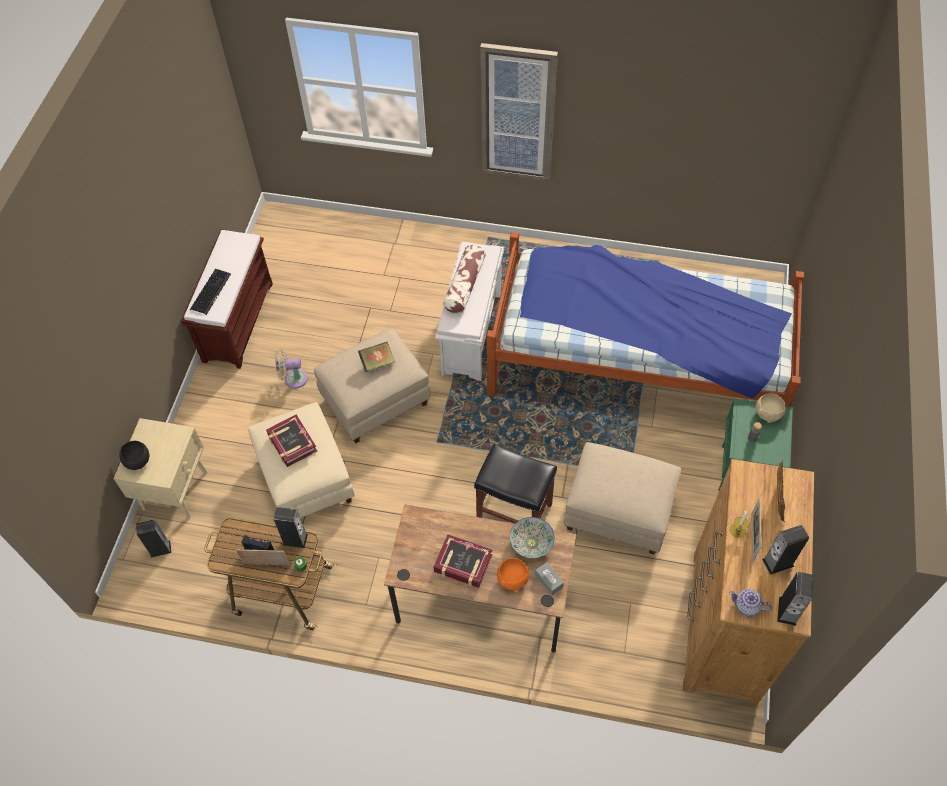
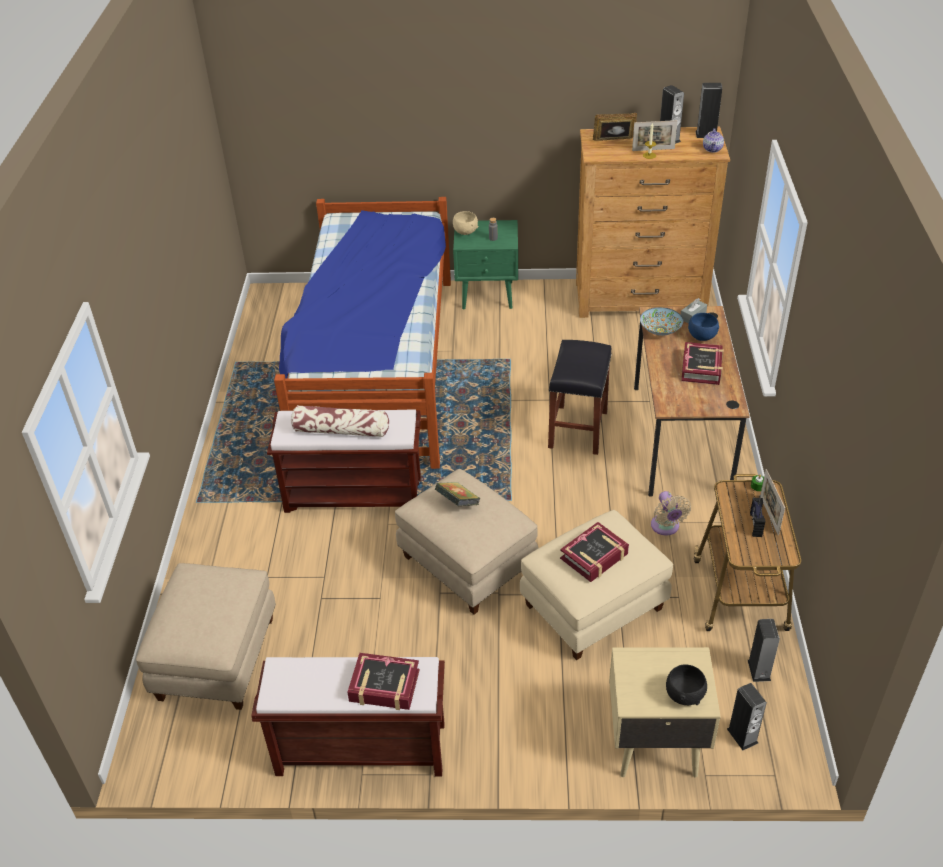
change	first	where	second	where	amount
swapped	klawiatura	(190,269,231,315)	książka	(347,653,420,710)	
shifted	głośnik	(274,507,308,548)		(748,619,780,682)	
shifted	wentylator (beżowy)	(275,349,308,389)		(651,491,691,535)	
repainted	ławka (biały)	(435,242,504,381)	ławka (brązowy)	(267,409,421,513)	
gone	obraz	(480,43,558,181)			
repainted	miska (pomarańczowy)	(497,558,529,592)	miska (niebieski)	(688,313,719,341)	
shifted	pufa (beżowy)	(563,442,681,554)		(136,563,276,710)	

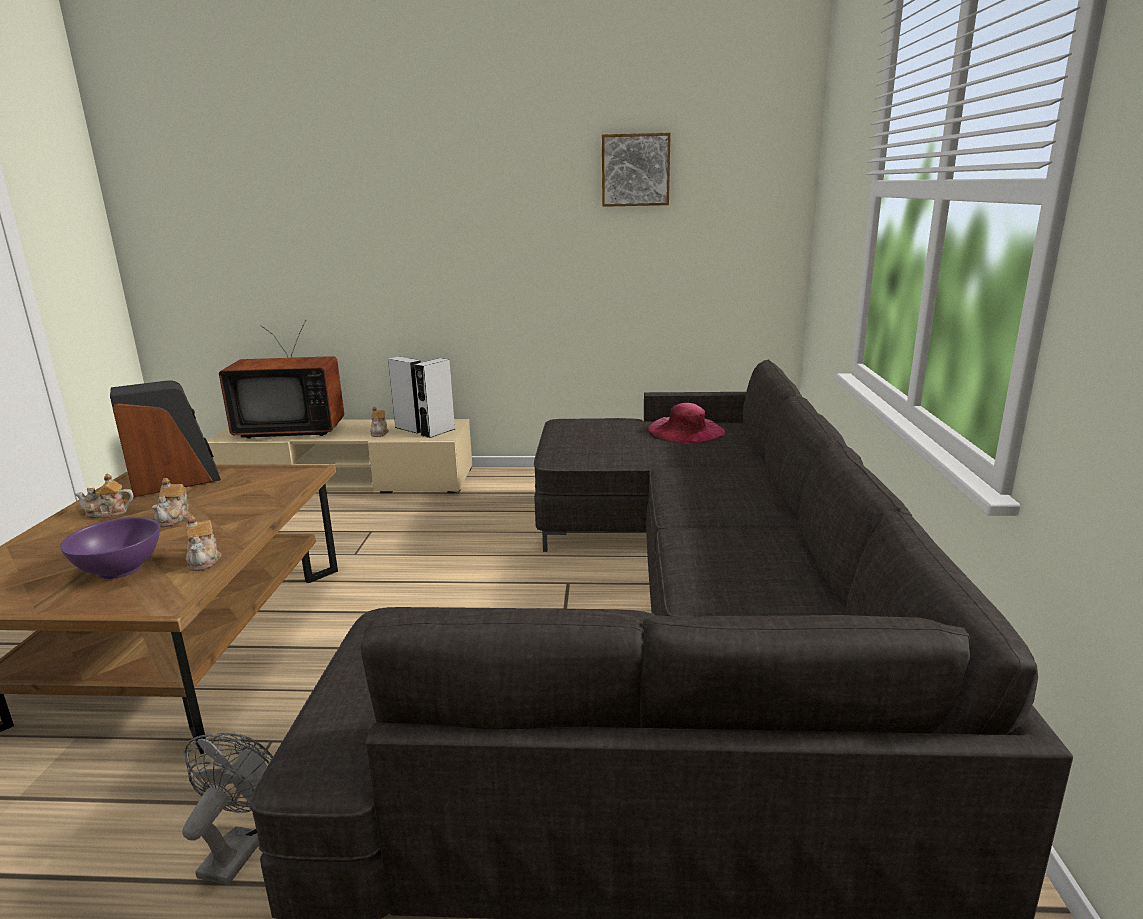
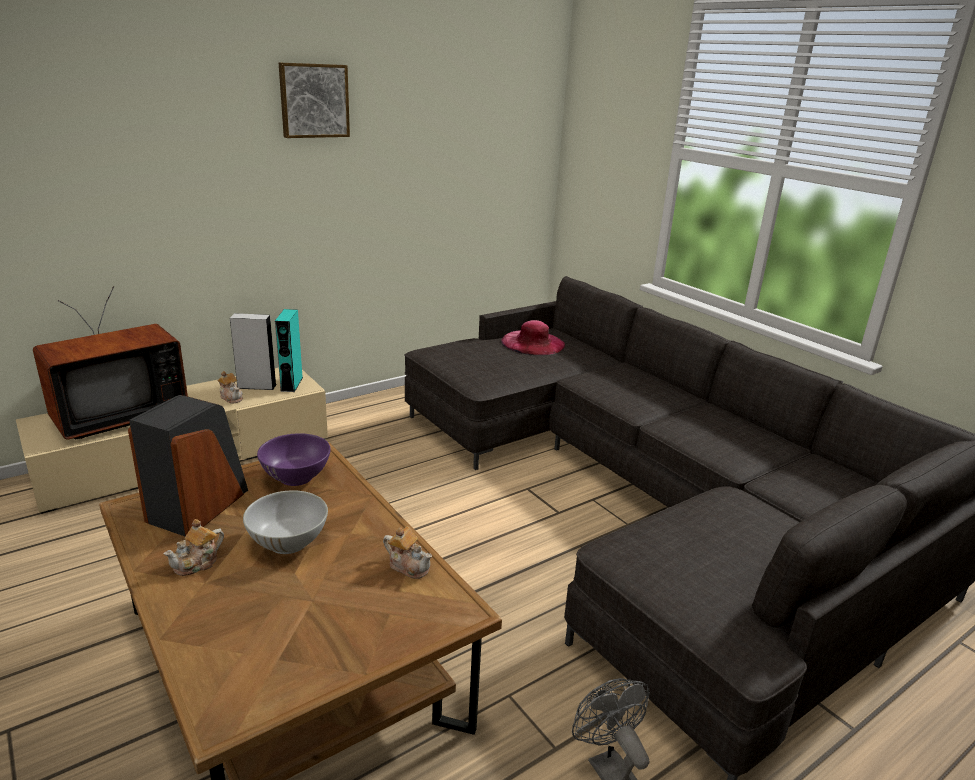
change	first	where	second	where	amount
shifted	miska (fioletowy)	(60,517,160,579)		(257,433,331,486)	
swapped	imbryk	(152,478,191,527)	miska (biały)	(243,490,328,554)	
repainted	głośnik (szary)	(414,358,455,438)	głośnik (turkusowy)	(275,309,303,392)	
shifted	obraz	(602,133,671,207)		(279,62,350,138)	

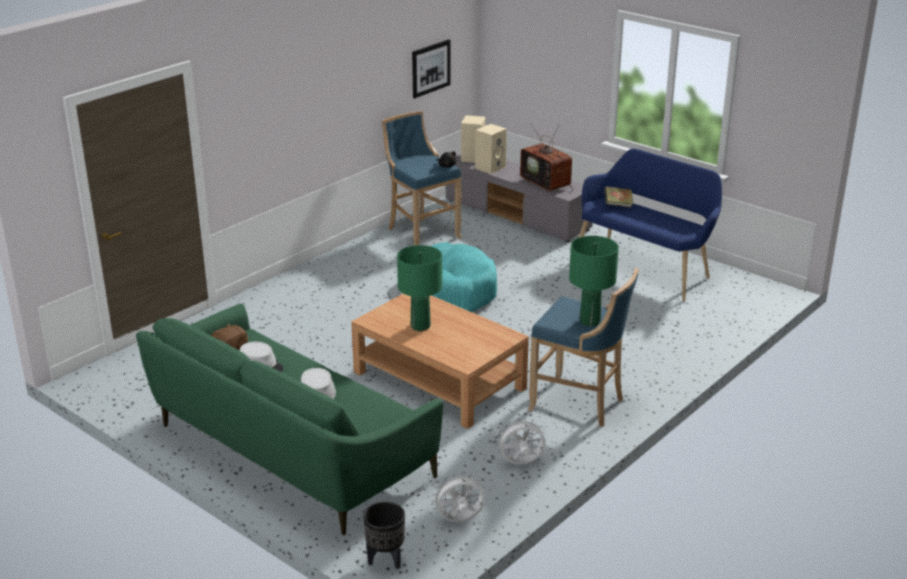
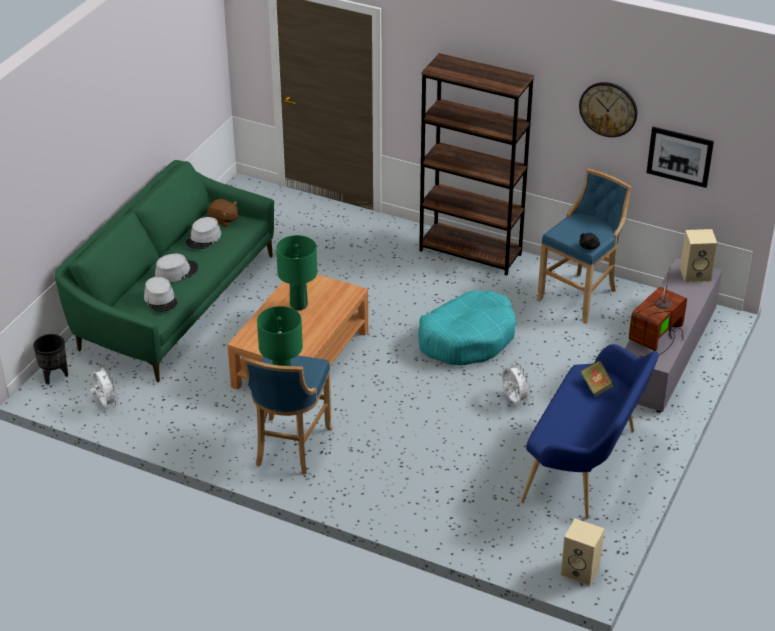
change	first	where	second	where	amount
shifted	głośnik (beżowy)	(475,124,507,174)		(560,519,605,586)	
shifted	wentylator (biały)	(495,418,546,465)		(502,362,531,404)	
new			kapelusz (szary)	(144,277,178,312)	
new			regał (brązowy)	(419,53,534,276)	
new			zegar ścienny	(579,82,637,137)	

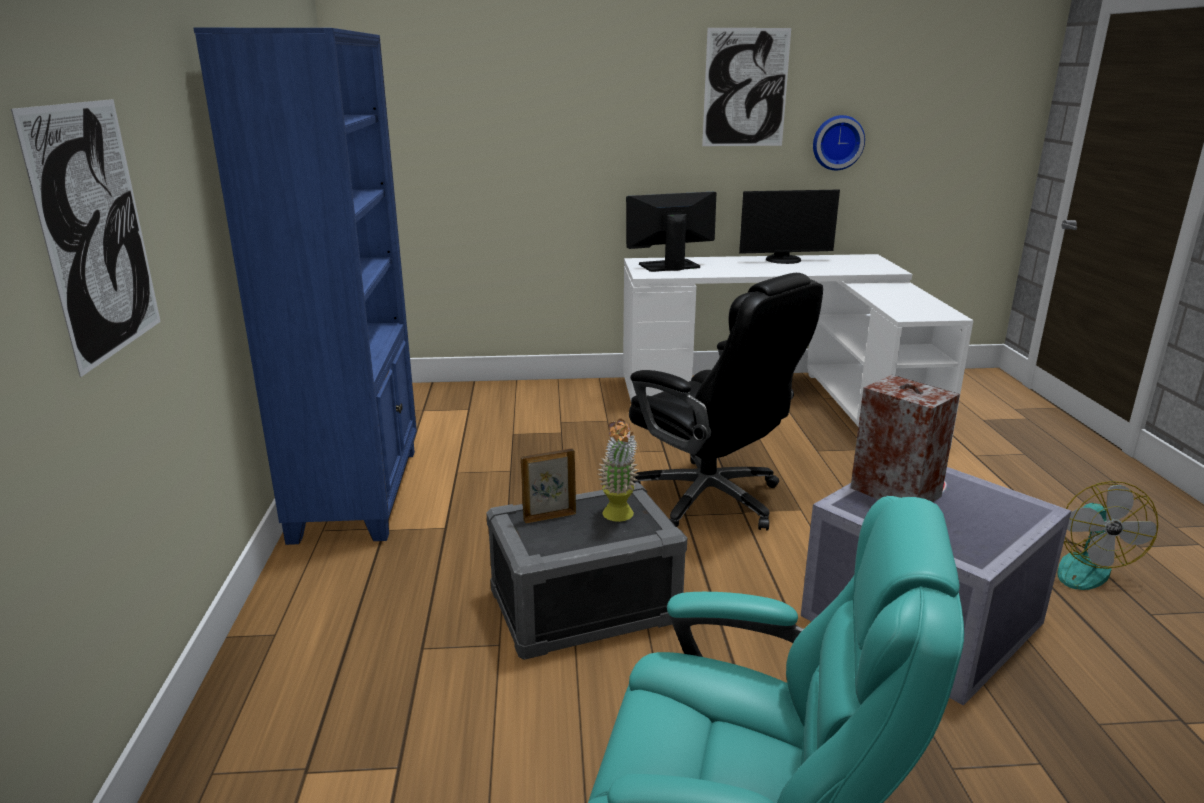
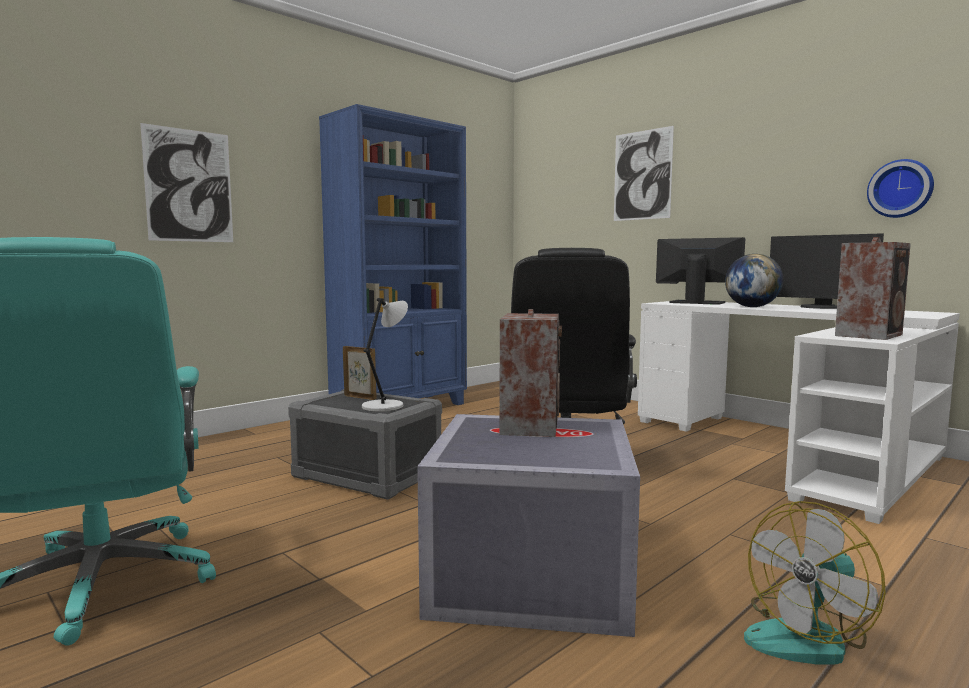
change	first	where	second	where	amount
swapped	roślina doniczkowa	(598,418,638,522)	lampa stołowa (szary)	(362,298,408,412)	
shifted	obraz	(702,28,791,146)		(614,126,674,221)	
new			globus	(725,254,783,307)	
new			głośnik	(835,237,911,340)	

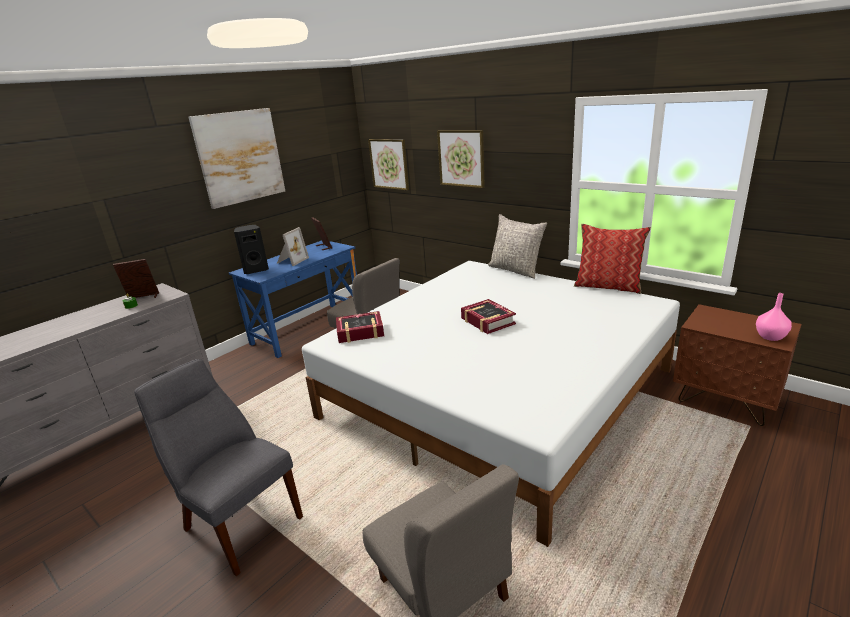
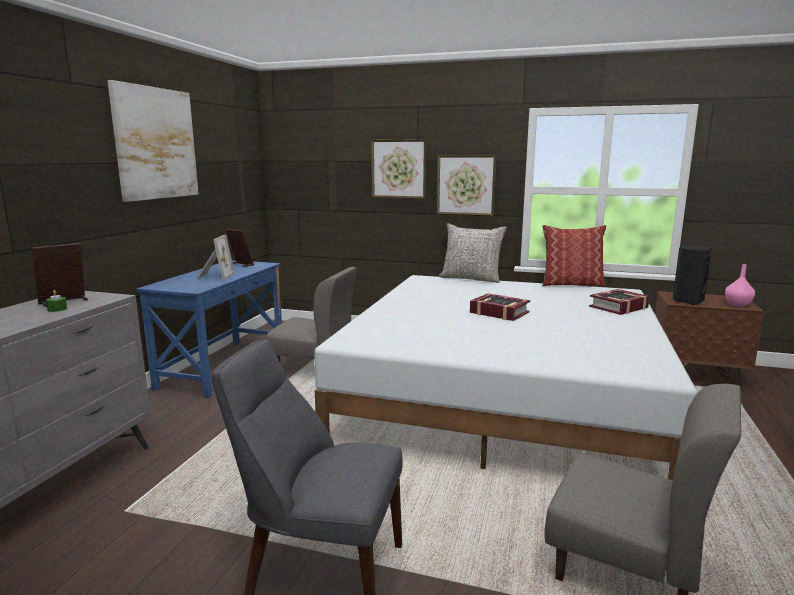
change	first	where	second	where	amount
shifted	głośnik (czarny)	(234,225,269,274)		(673,245,712,305)	
shifted	książka	(336,311,384,343)		(589,289,650,315)	
shifted	obraz	(368,139,409,190)		(437,155,497,216)	

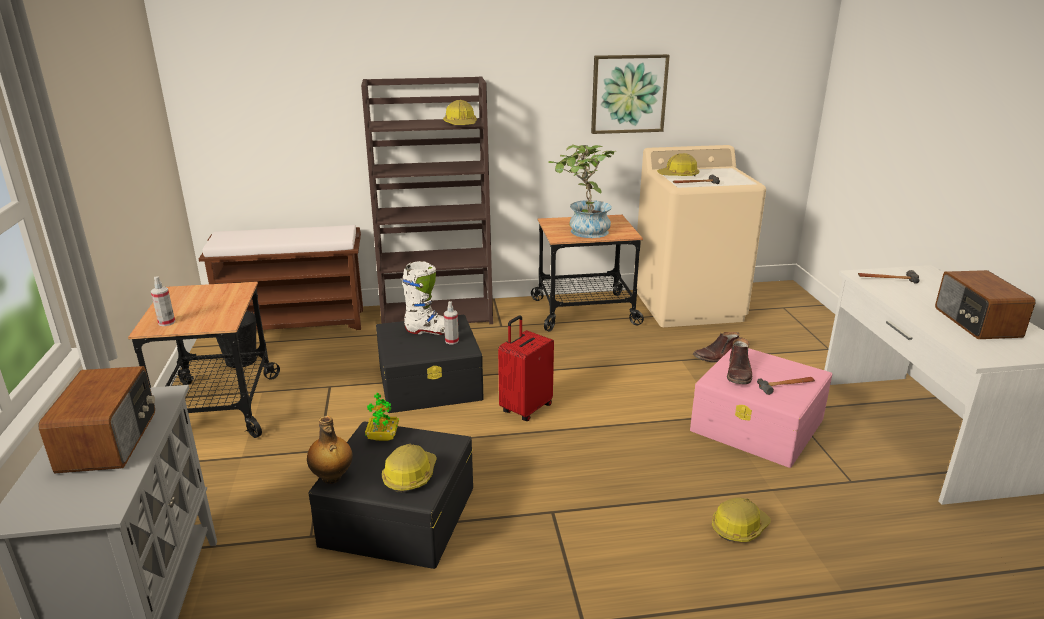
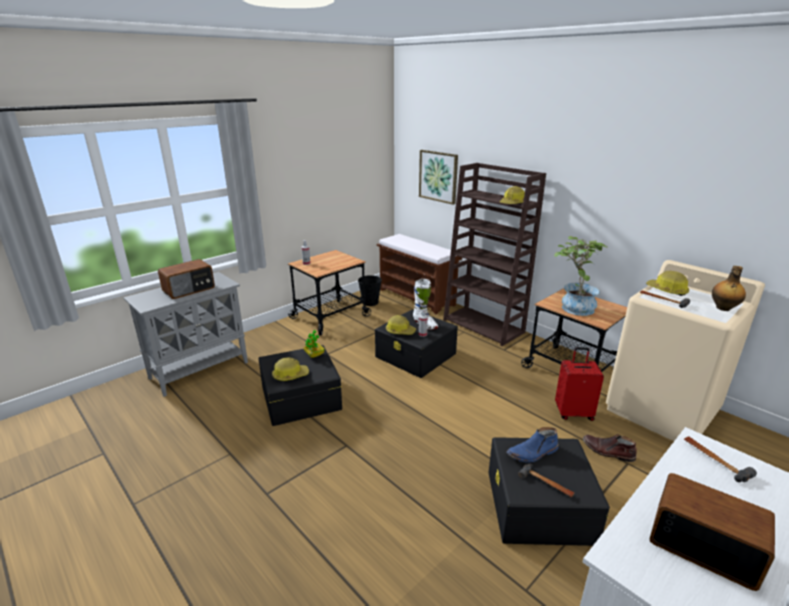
change	first	where	second	where	amount
shifted	butelka	(307,416,353,484)		(712,266,746,311)	
shifted	walizka (czerwony)	(498,316,554,421)		(555,347,604,421)	
shifted	obraz	(591,54,670,134)		(419,150,458,205)	
repainted	pojemnik do przechowywania (różowy)	(690,348,832,468)	pojemnik do przechowywania (czarny)	(488,437,610,546)	
shifted	kask	(712,497,771,542)		(386,315,416,335)	
repainted	but z cholewką (brązowy)	(727,337,752,384)	but z cholewką (niebieski)	(507,427,558,463)	
rotated	radio	(935,270,1035,339)		(649,473,775,591)	75 degrees clockwise

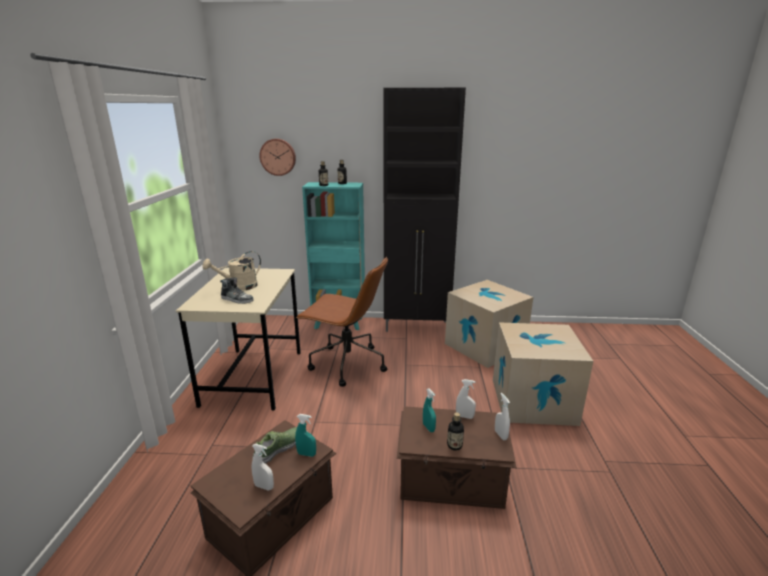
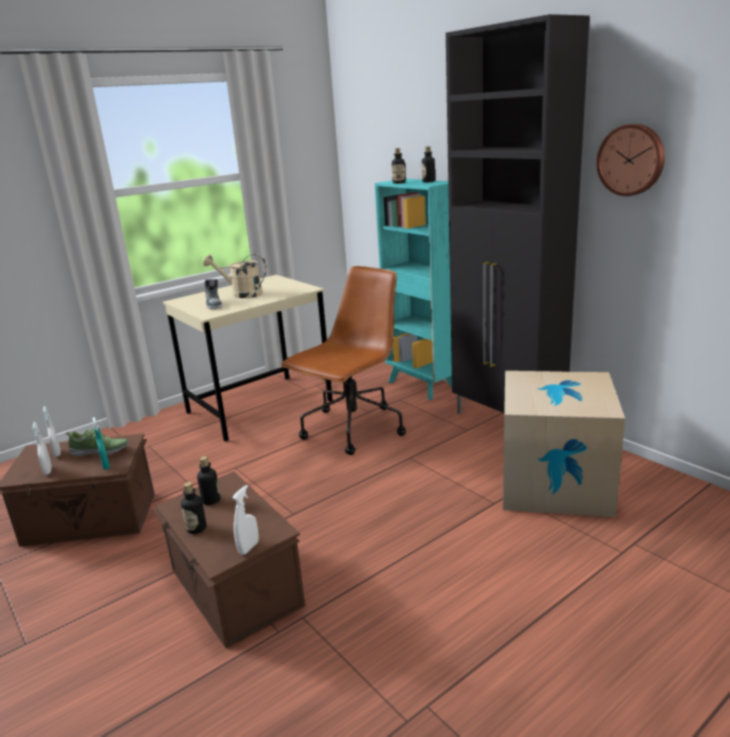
change	first	where	second	where	amount
shifted	zegar ścienny	(259,139,296,176)		(597,124,665,196)	
rotated	krzesło biurowe (brązowy)	(296,257,388,387)		(280,266,406,455)	120 degrees counterclockwise
swapped	spryskiwacz (turkusowy)	(423,388,436,432)	butelka	(197,456,221,505)	
shifted	spryskiwacz (biały)	(456,379,476,419)		(43,406,60,457)	
gone	karton	(493,322,593,426)			

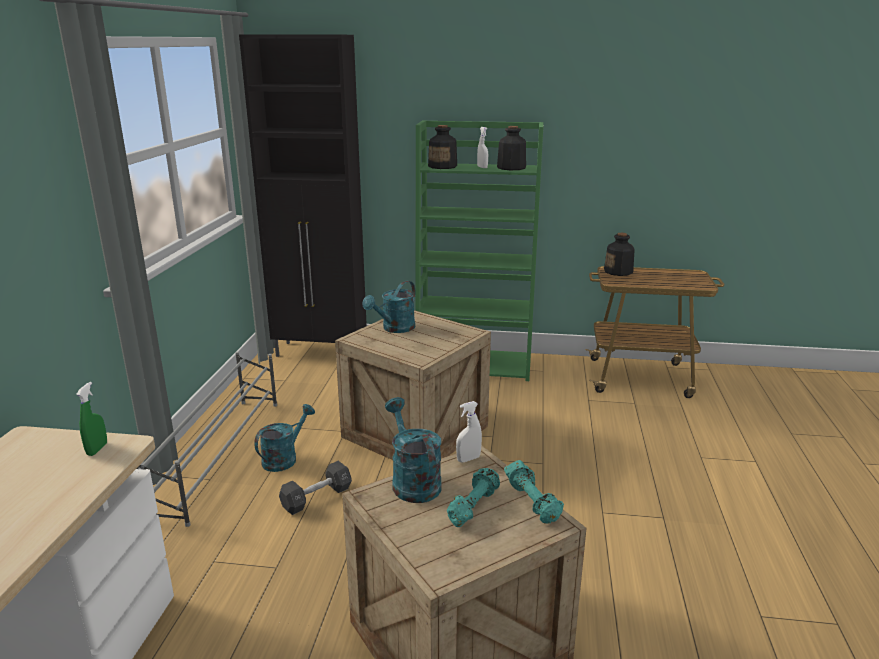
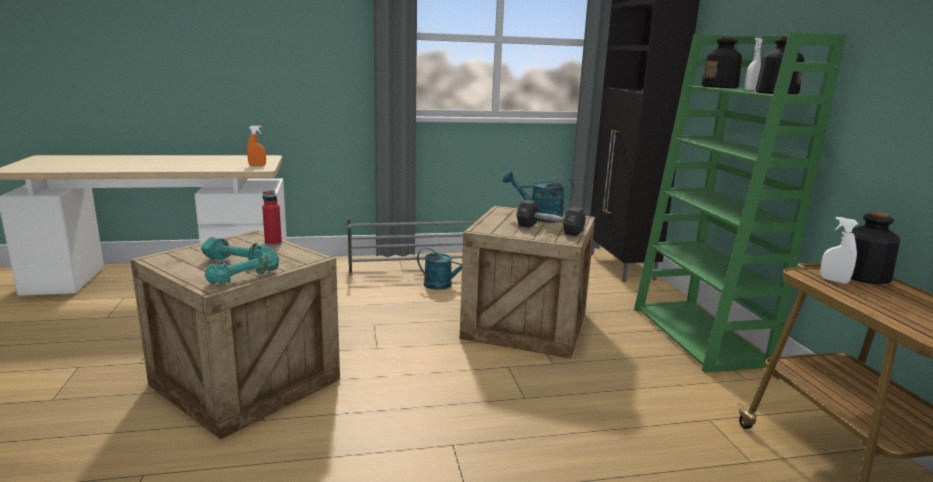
change	first	where	second	where	amount
repainted	spryskiwacz (zielony)	(76,382,107,456)	spryskiwacz (pomarańczowy)	(247,126,266,166)	
shifted	hantel (czarny)	(279,461,352,515)		(516,200,586,236)	
swapped	konewka (turkusowy)	(385,397,442,503)	butelka (czerwony)	(262,190,282,246)	
shifted	spryskiwacz (biały)	(456,401,482,462)		(820,217,859,284)	

